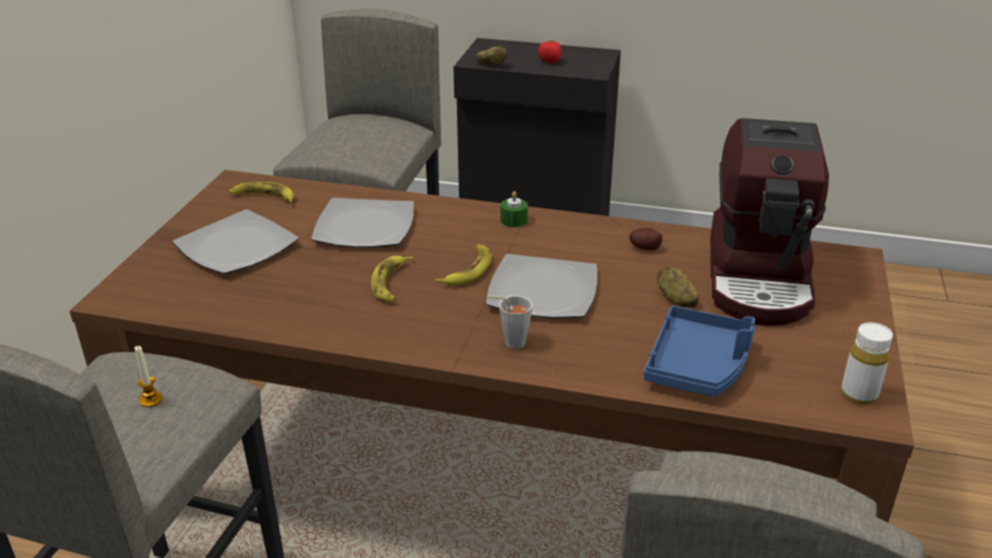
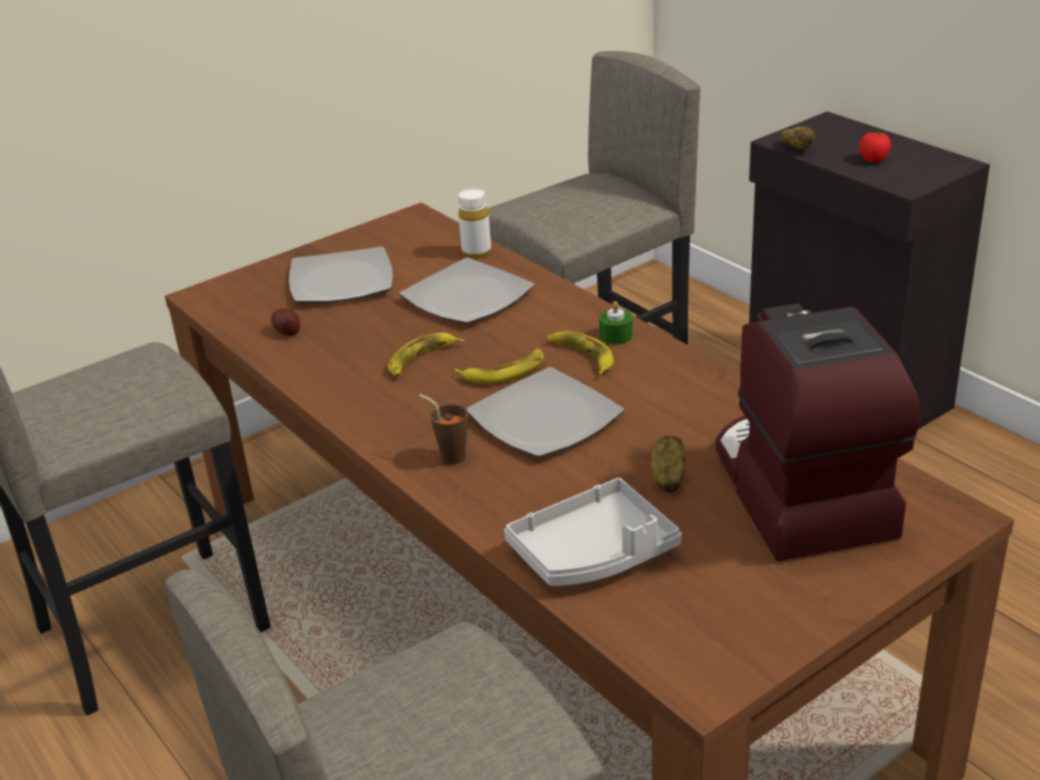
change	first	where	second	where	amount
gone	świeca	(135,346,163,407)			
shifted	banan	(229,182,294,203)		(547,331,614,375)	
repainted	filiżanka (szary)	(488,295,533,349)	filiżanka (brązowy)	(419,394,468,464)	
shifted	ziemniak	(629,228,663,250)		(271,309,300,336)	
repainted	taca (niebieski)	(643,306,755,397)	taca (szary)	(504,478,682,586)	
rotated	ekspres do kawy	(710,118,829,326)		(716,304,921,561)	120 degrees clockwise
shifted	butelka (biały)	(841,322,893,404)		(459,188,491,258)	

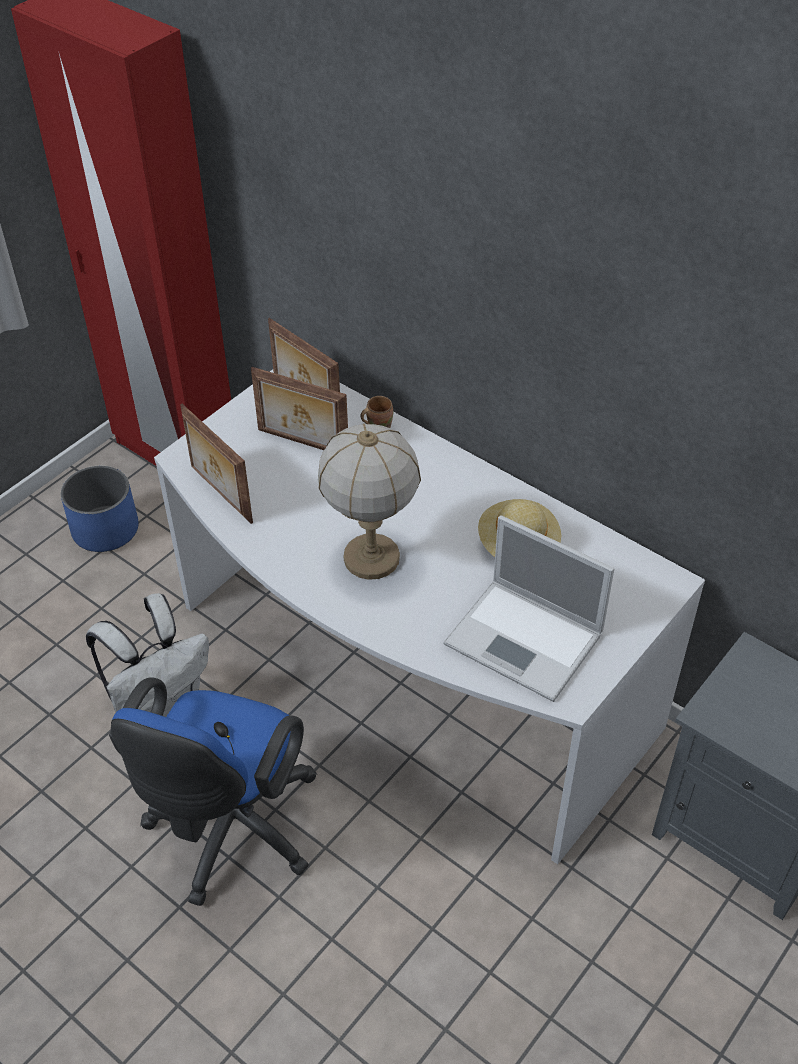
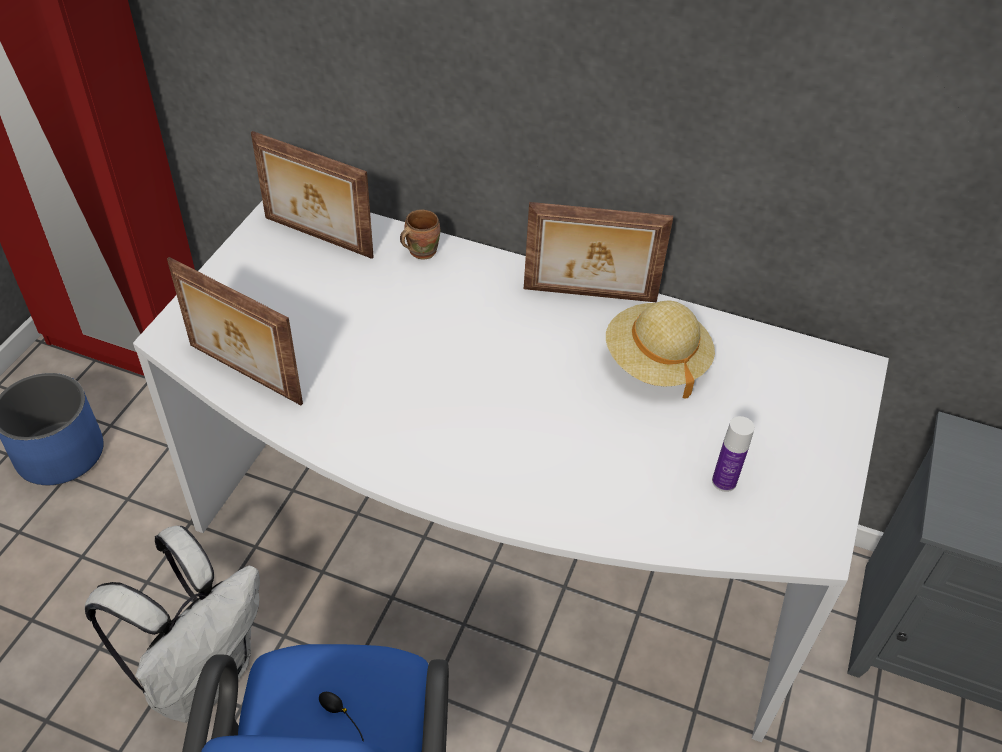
change	first	where	second	where	amount
shifted	ramka na zdjęcie	(251,367,348,450)		(524,202,673,303)	
gone	lampa stołowa	(318,423,421,580)			
swapped	laptop	(443,515,614,702)	butelka	(712,416,755,492)	

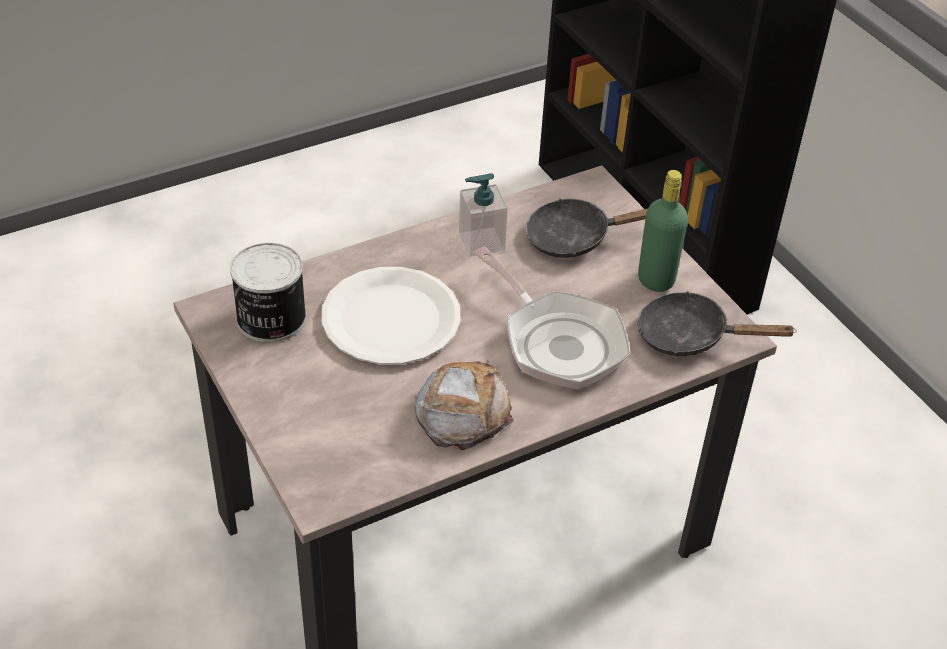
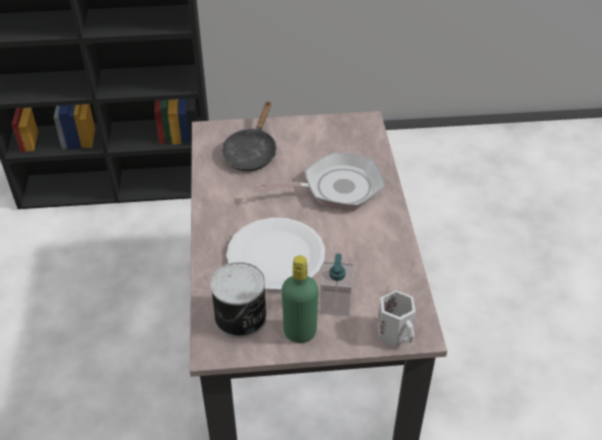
change	first	where	second	where	amount
gone	chleb	(414,360,514,450)			
shifted	dozownik mydła	(459,173,508,257)		(320,253,354,316)	
gone	patelnia (czarny)	(637,291,796,356)			
shifted	butelka (zielony)	(638,170,688,292)		(282,256,319,343)	
new			kubek (biały)	(377,290,416,347)	

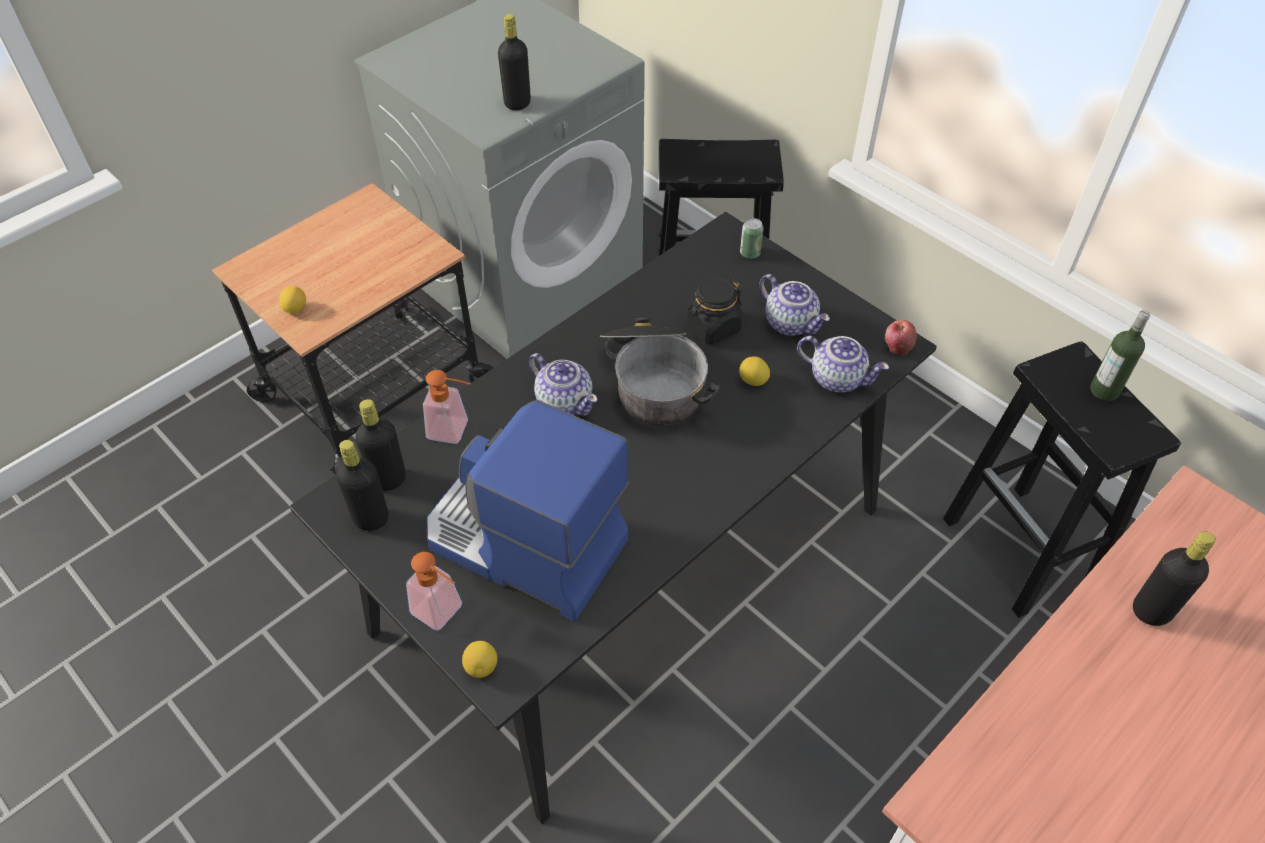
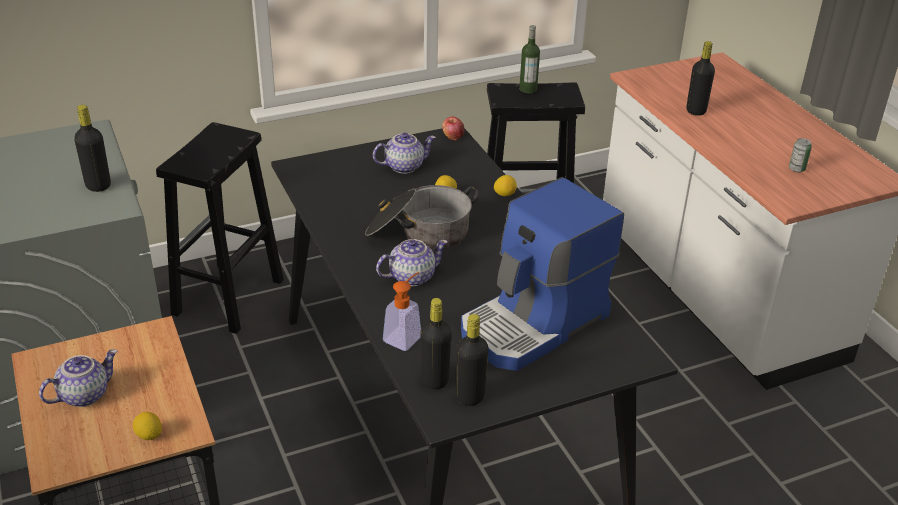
change	first	where	second	where	amount
gone	dozownik mydła	(406,552,462,630)			
shifted	cytryna	(462,641,497,678)		(494,175,517,196)	
gone	słoik (czarny)	(687,277,743,344)			
shifted	puszka	(740,218,763,259)		(789,138,812,172)	
shifted	imbryk	(797,336,889,393)		(39,349,118,407)	

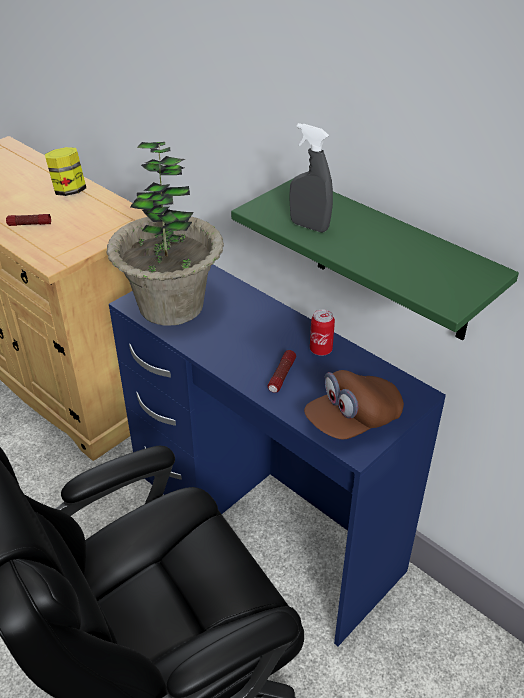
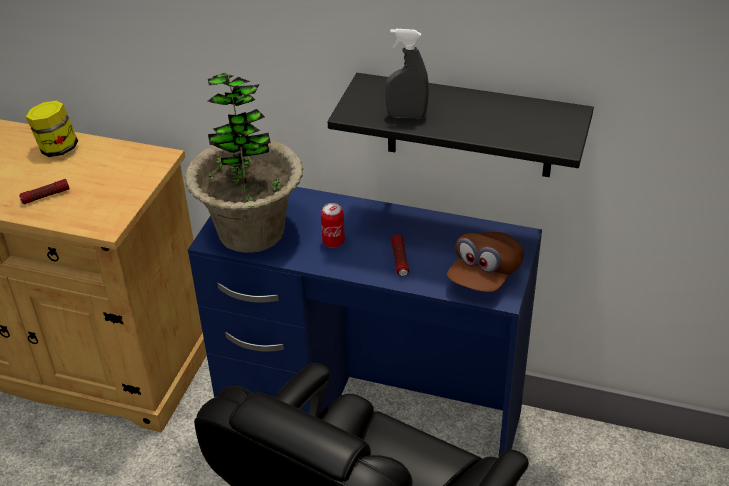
change	first	where	second	where	amount
repainted	półka (zielony)	(231,178,519,341)	półka (czarny)	(328,73,594,177)	
shifted	puszka	(310,309,335,356)		(321,203,345,248)	

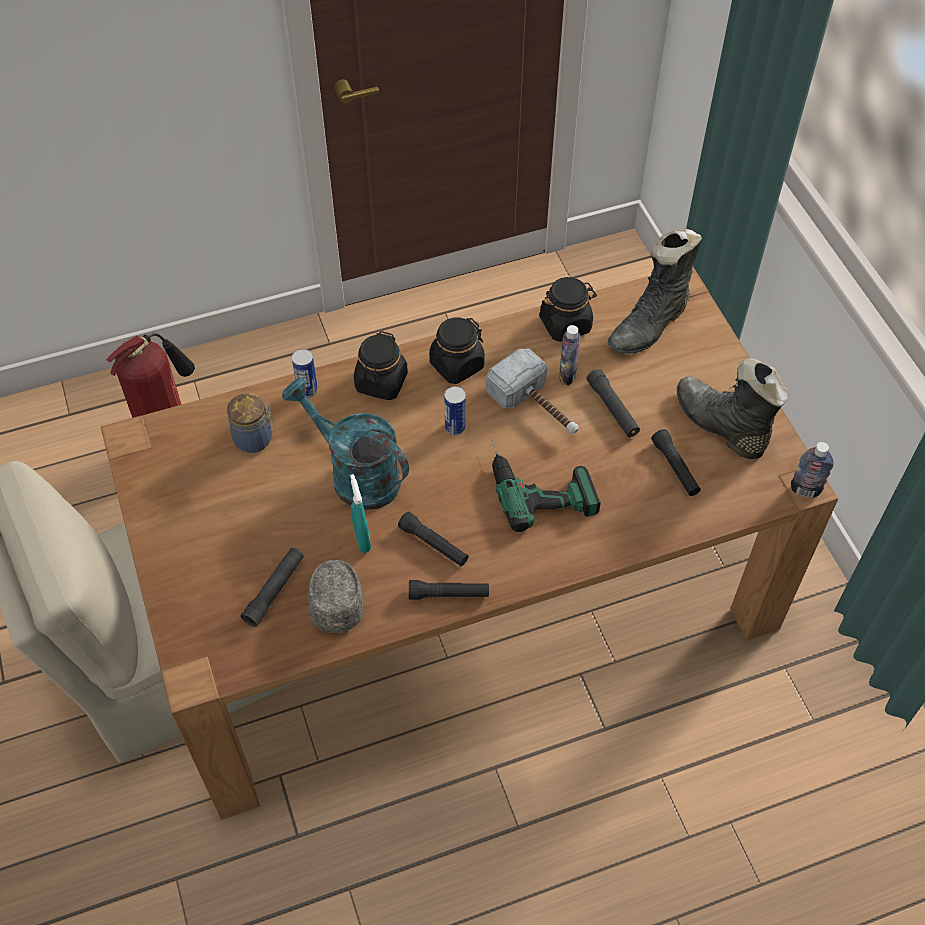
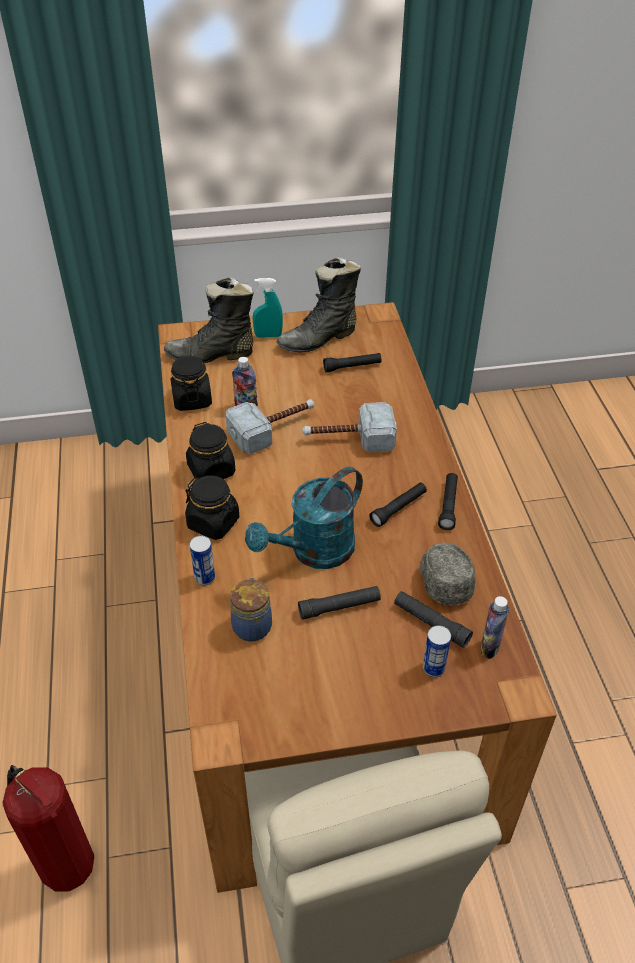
change	first	where	second	where	amount
rotated	czapka z daszkiem (szary)	(308,560,364,633)		(420,543,475,605)	75 degrees clockwise
shifted	spryskiwacz (turkusowy)	(350,474,371,553)		(253,278,283,338)	
shifted	puszka	(444,386,466,435)		(423,625,451,677)	
swapped	wiertarka	(492,440,601,532)	młotek	(302,402,397,452)	
shifted	latarka (czarny)	(586,369,640,437)		(298,586,381,620)	
rotated	but z cholewką (czarny)	(608,229,702,354)		(164,277,254,363)	120 degrees clockwise
shifted	butelka	(791,442,834,497)		(480,596,509,659)	

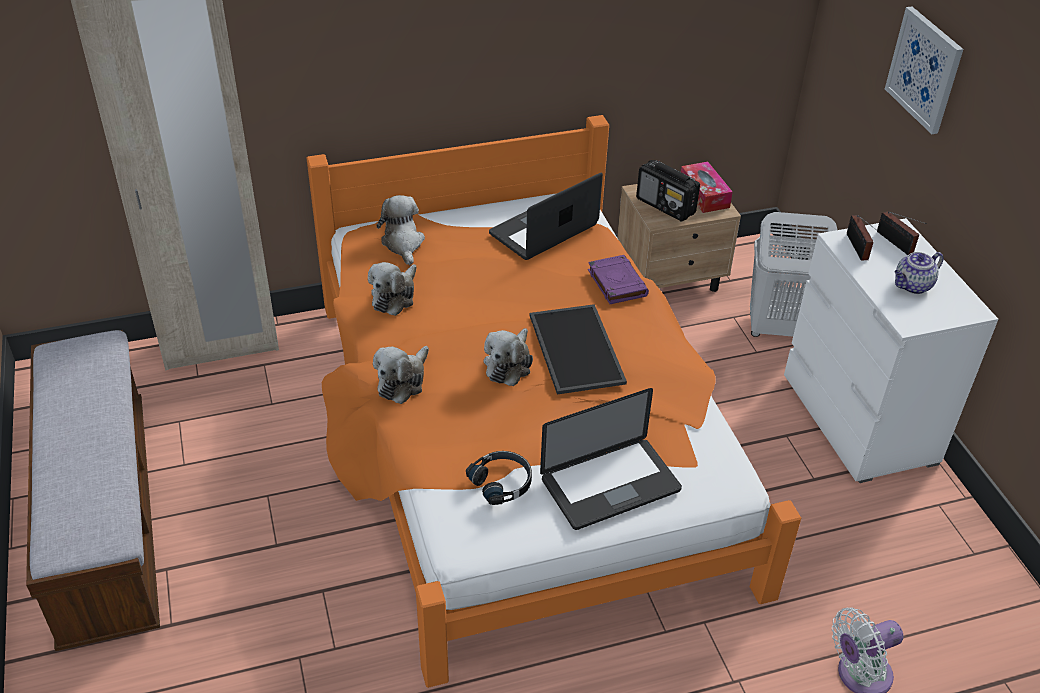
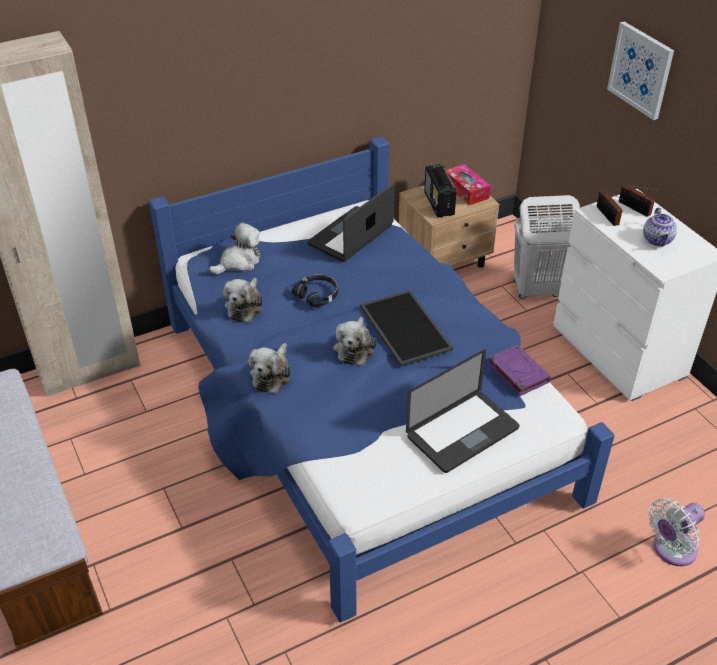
change	first	where	second	where	amount
repainted	łóżko (pomarańczowy)	(306,115,801,688)	łóżko (niebieski)	(149,136,615,622)	
rotated	pluszak	(376,195,425,265)		(209,223,260,274)	75 degrees clockwise
shifted	słuchawki (czarny)	(466,451,532,505)		(292,274,338,308)	
shifted	książka (fioletowy)	(588,255,649,304)		(488,345,551,396)	
rotated	radio	(636,160,700,222)		(424,164,457,217)	45 degrees clockwise
rotated	imbryk	(895,252,943,294)		(643,208,677,247)	45 degrees counterclockwise

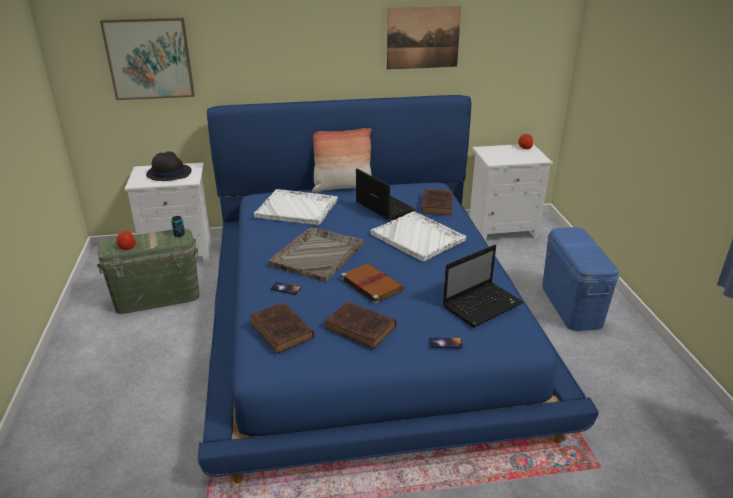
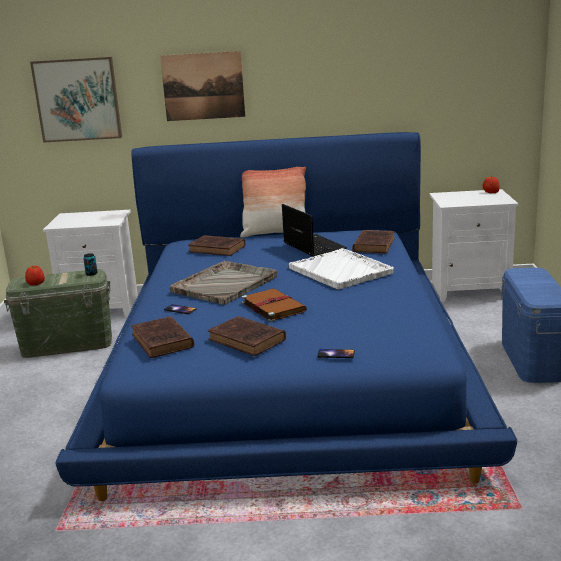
change	first	where	second	where	amount
gone	kapelusz (czarny)	(146,151,192,181)			
swapped	taca (biały)	(254,189,338,225)	książka (brązowy)	(188,235,245,256)	
shifted	obraz	(387,6,461,70)		(160,51,245,121)	
gone	laptop	(443,245,524,327)			

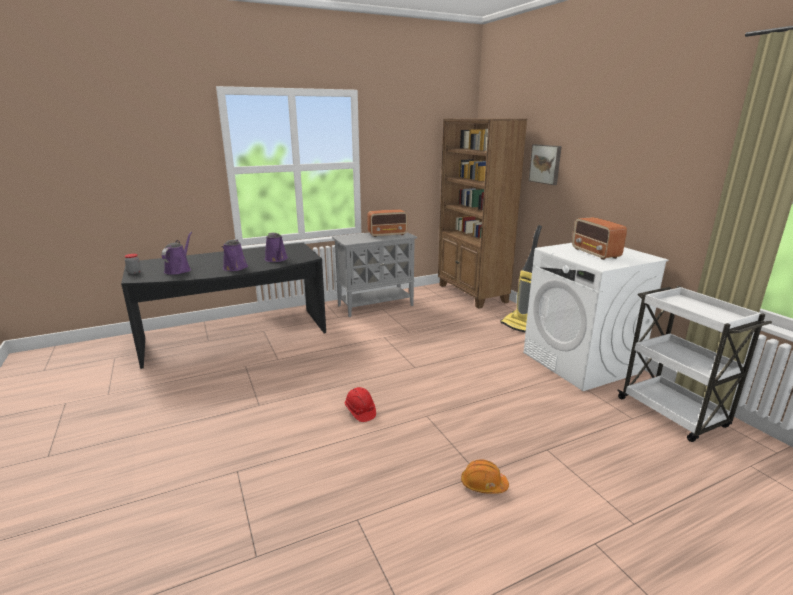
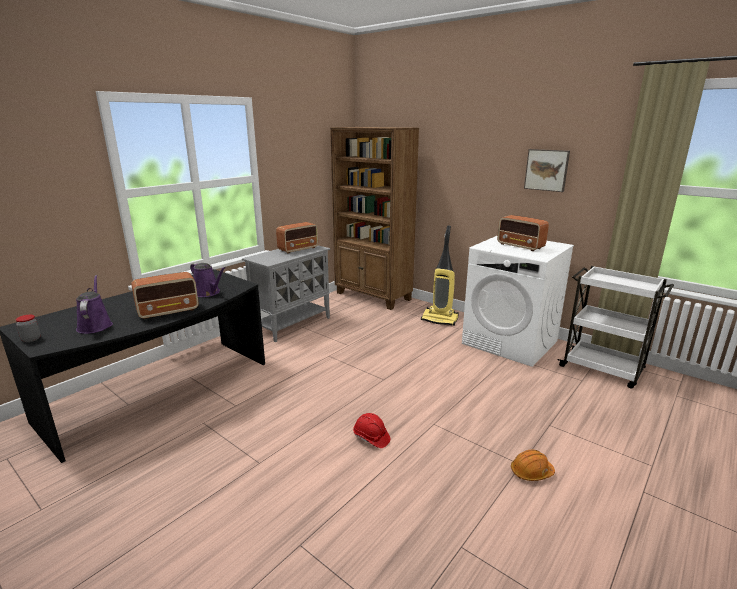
change	first	where	second	where	amount
swapped	konewka (fioletowy)	(222,239,248,271)	radio	(131,272,199,319)	
shifted	obraz	(529,144,562,185)		(524,149,570,192)	

